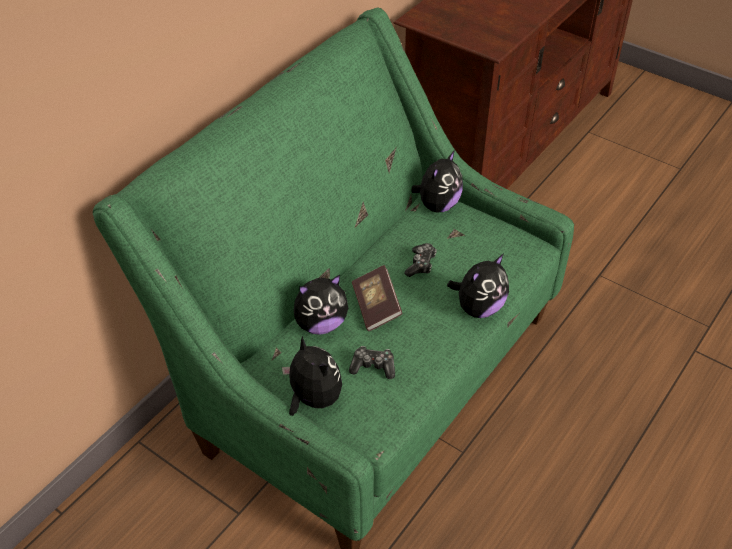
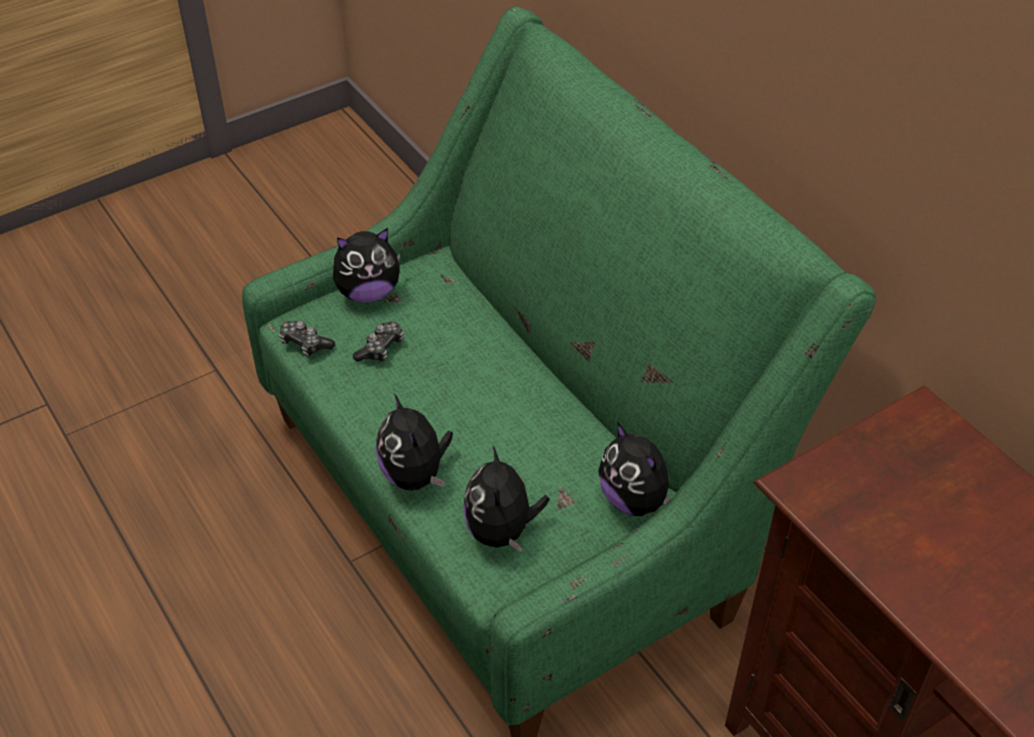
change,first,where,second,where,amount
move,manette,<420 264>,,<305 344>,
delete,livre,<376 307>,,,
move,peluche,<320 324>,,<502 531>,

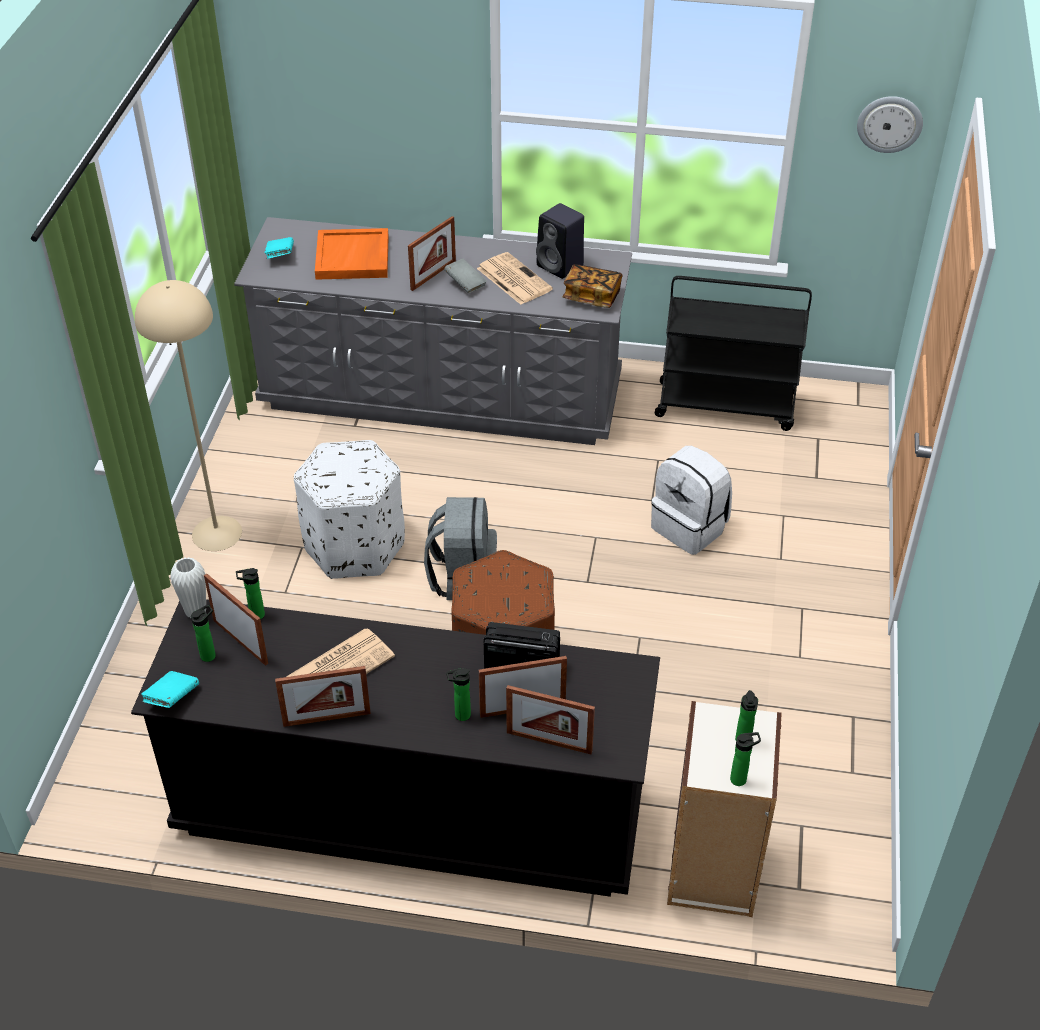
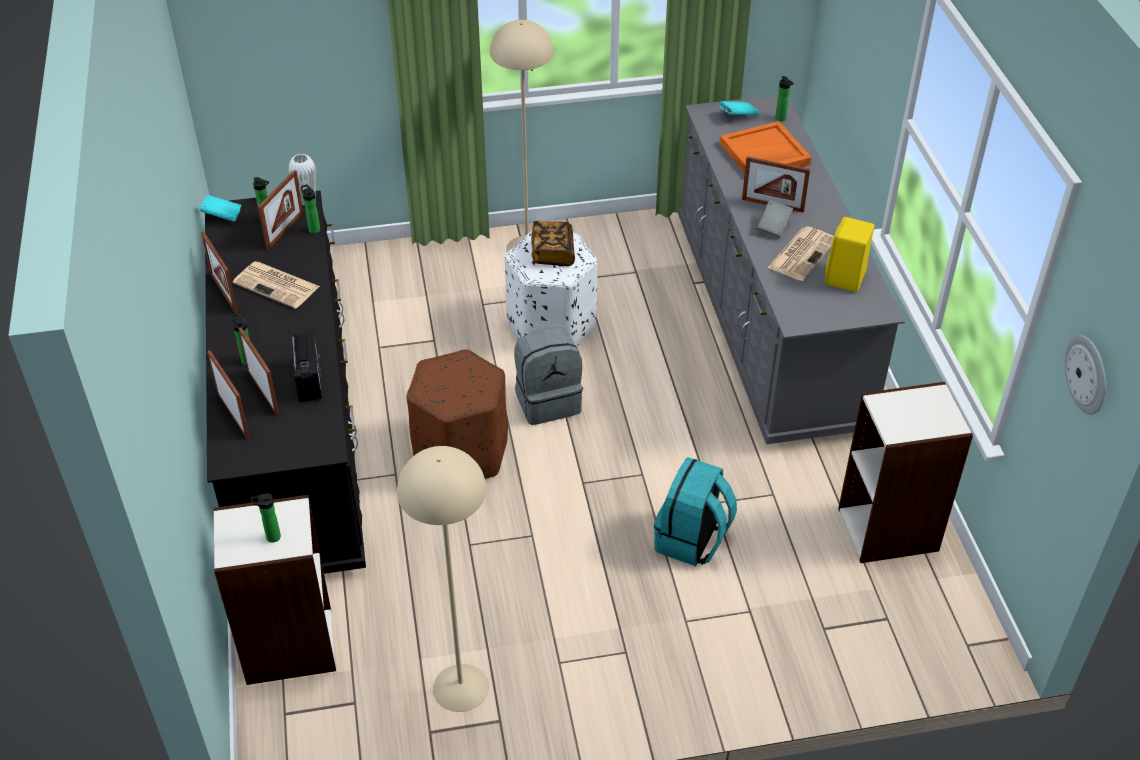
change,first,where,second,where,amount
recolor,enceinte (noir),<561 266>,enceinte (jaune),<845 279>,
move,livre,<592 296>,,<552 253>,
replace,chariot (noir),<726 405>,bibliothèque,<889 530>,
recolor,sac à dos (blanc),<690 527>,sac à dos (turquoise),<692 540>,
rotate,cadre photo,<549 742>,,<233 415>,150 degrees clockwise
move,bouteille,<741 779>,,<781 119>,
insert,,,lampadaire (beige),<460 688>,

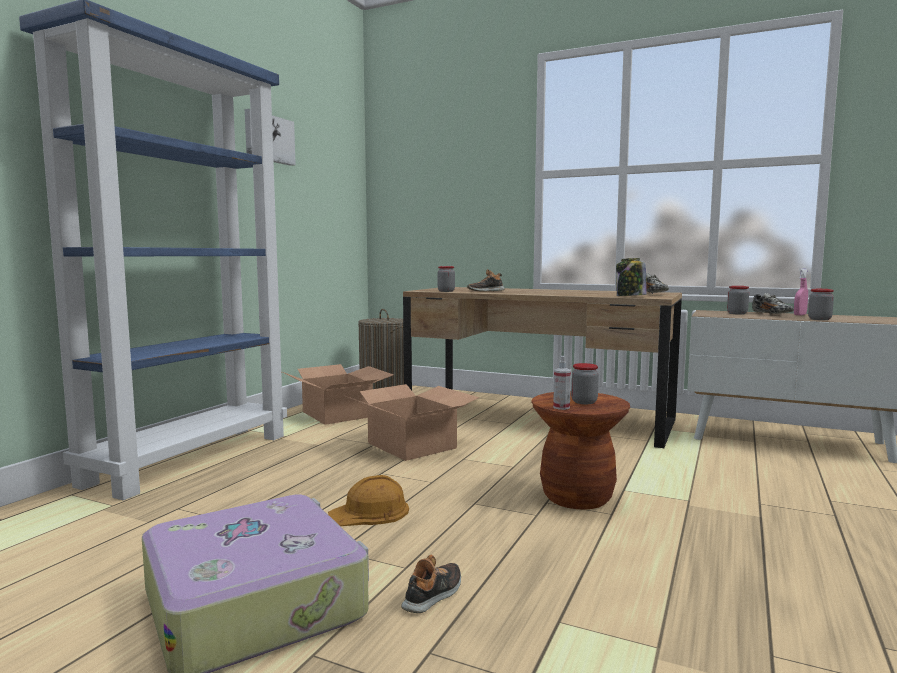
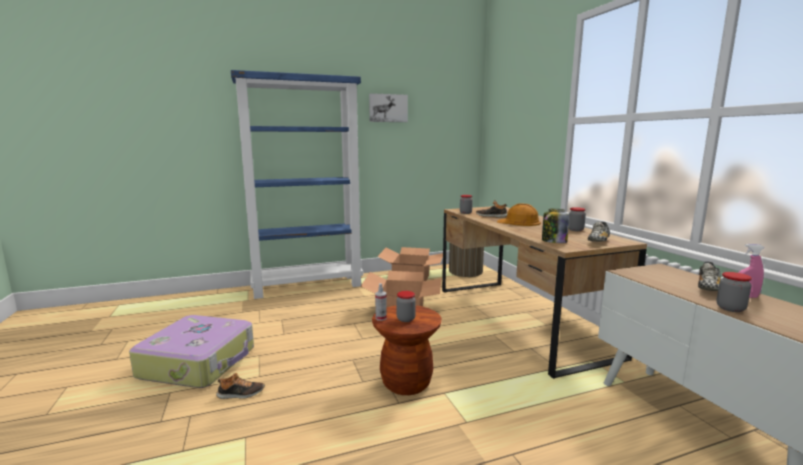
change,first,where,second,where,amount
move,bocal,<737 313>,,<575 230>,
move,casque de chantier (orange),<370 512>,,<519 222>,

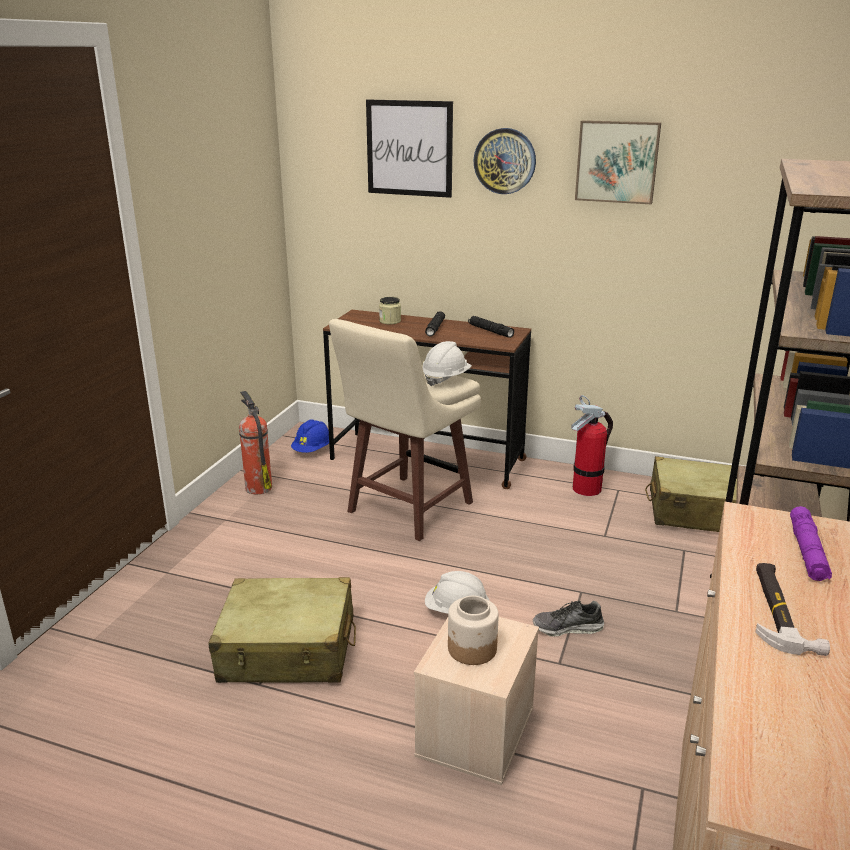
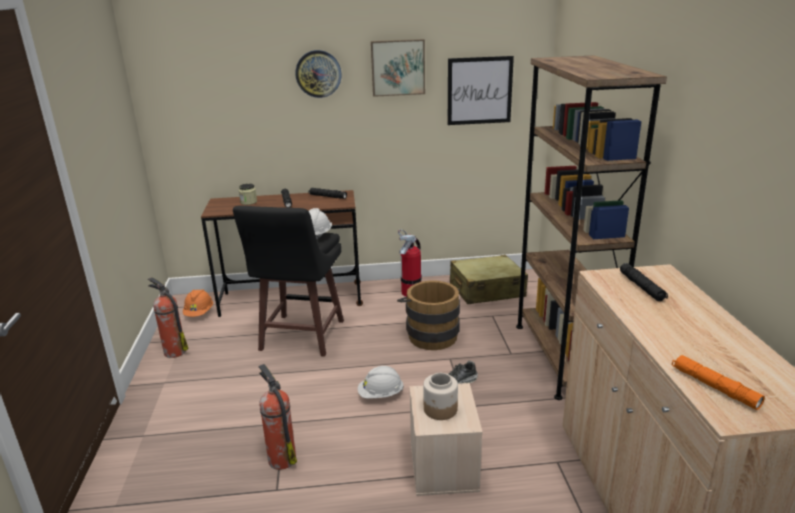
change,first,where,second,where,amount
move,tableau,<409 148>,,<479 90>,
recolor,tabouret (beige),<407 508>,tabouret (noir),<300 337>,
recolor,casque de chantier (bleu),<312 450>,casque de chantier (orange),<199 313>,
recolor,lampe de poche (violet),<807 551>,lampe de poche (noir),<641 287>,
delete,marteau,<779 611>,,,
replace,valise (beige),<288 649>,extincteur,<281 458>,
insert,,,seau (marron),<430 334>,
insert,,,lampe de poche (orange),<714 387>,

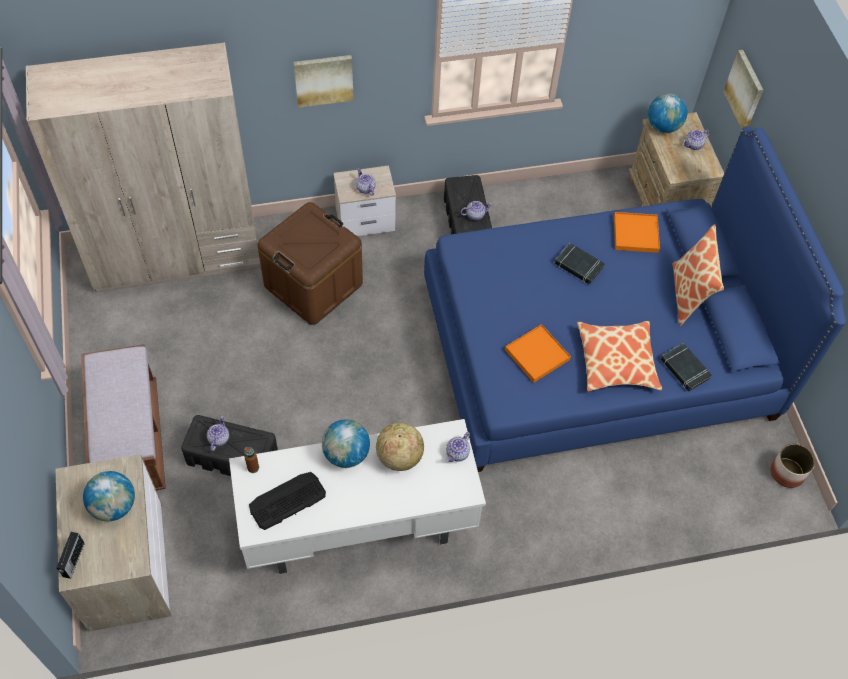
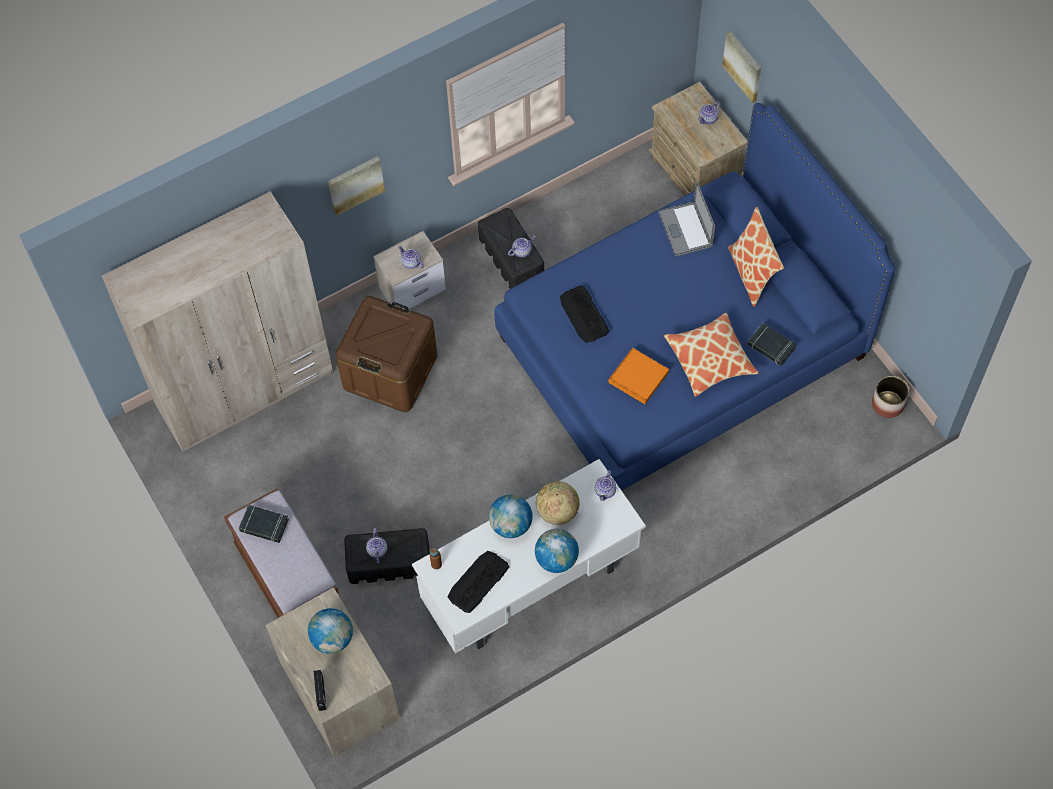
change,first,where,second,where,amount
move,globe,<663 126>,,<556 559>,
replace,plateau (orange),<636 234>,ordinateur portable,<685 229>,
move,livre (noir),<578 266>,,<264 525>,
insert,,,clavier,<584 315>,

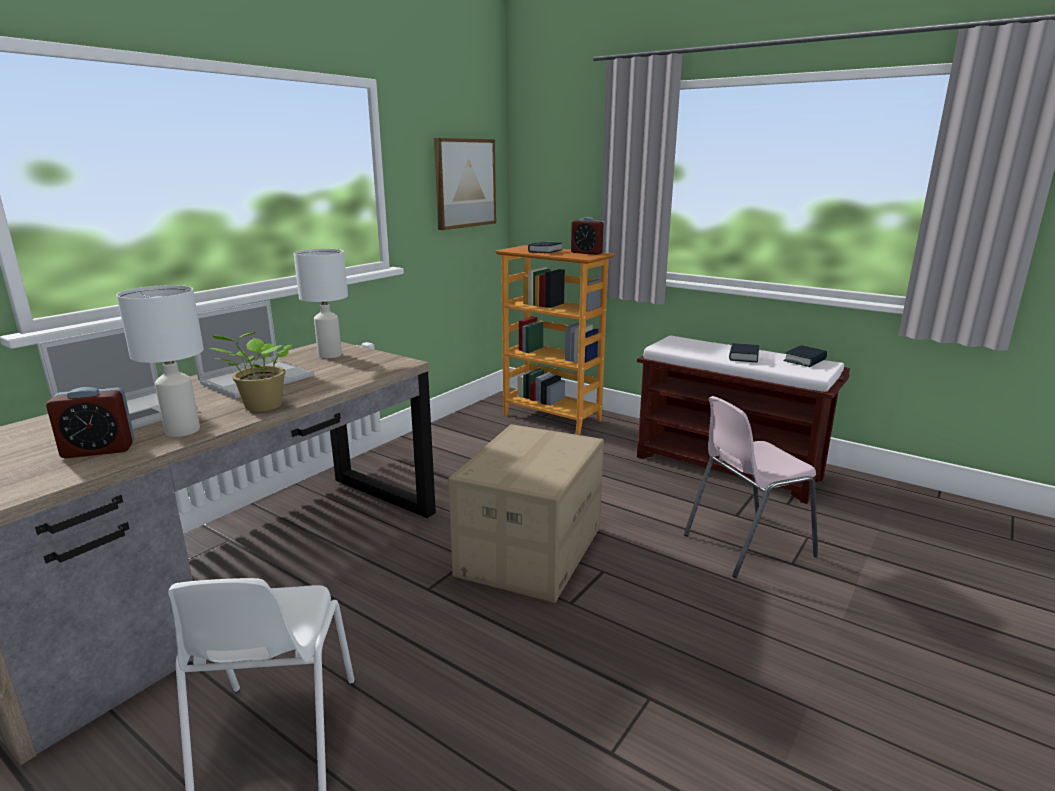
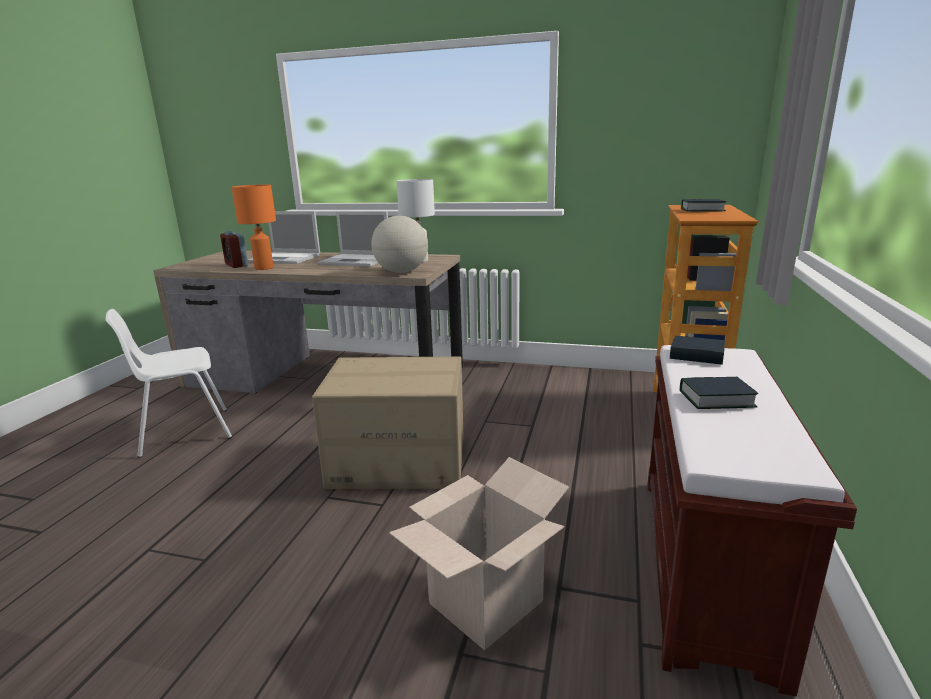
change,first,where,second,where,amount
delete,tableau,<464 183>,,,
delete,réveil,<587 253>,,,
recolor,lampe de table (blanc),<181 431>,lampe de table (orange),<264 268>,
delete,plante en pot,<261 407>,,,
move,livre,<805 360>,,<696 356>,
replace,chaise (rose),<746 544>,carton,<485 602>,
insert,,,globe,<401 272>,

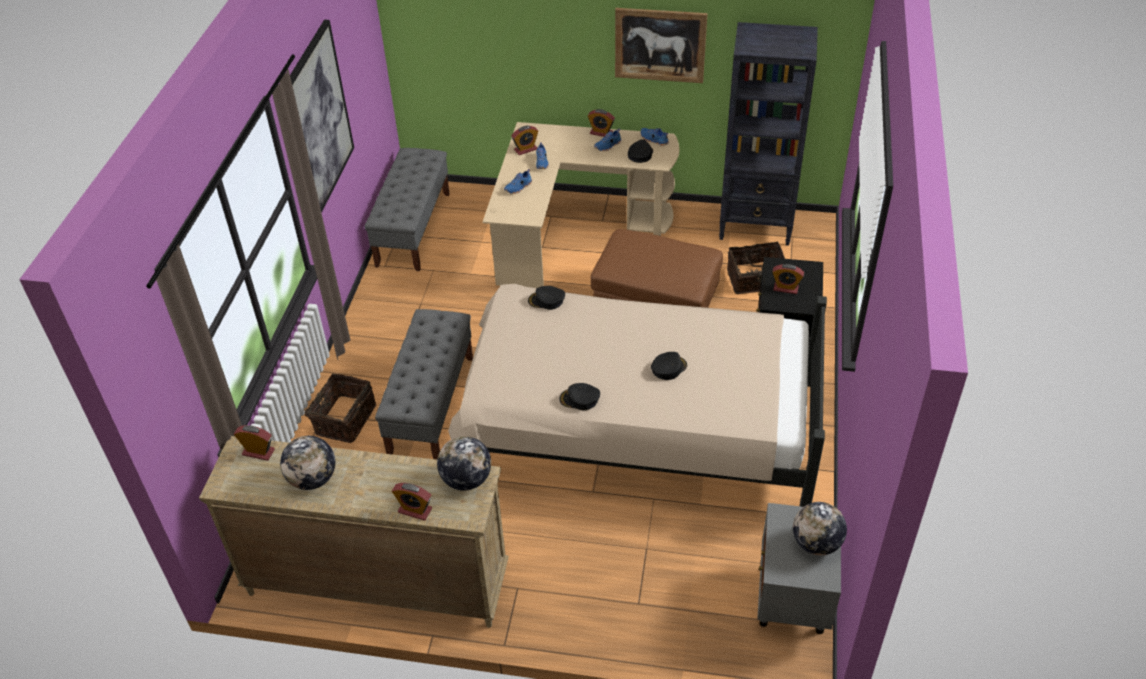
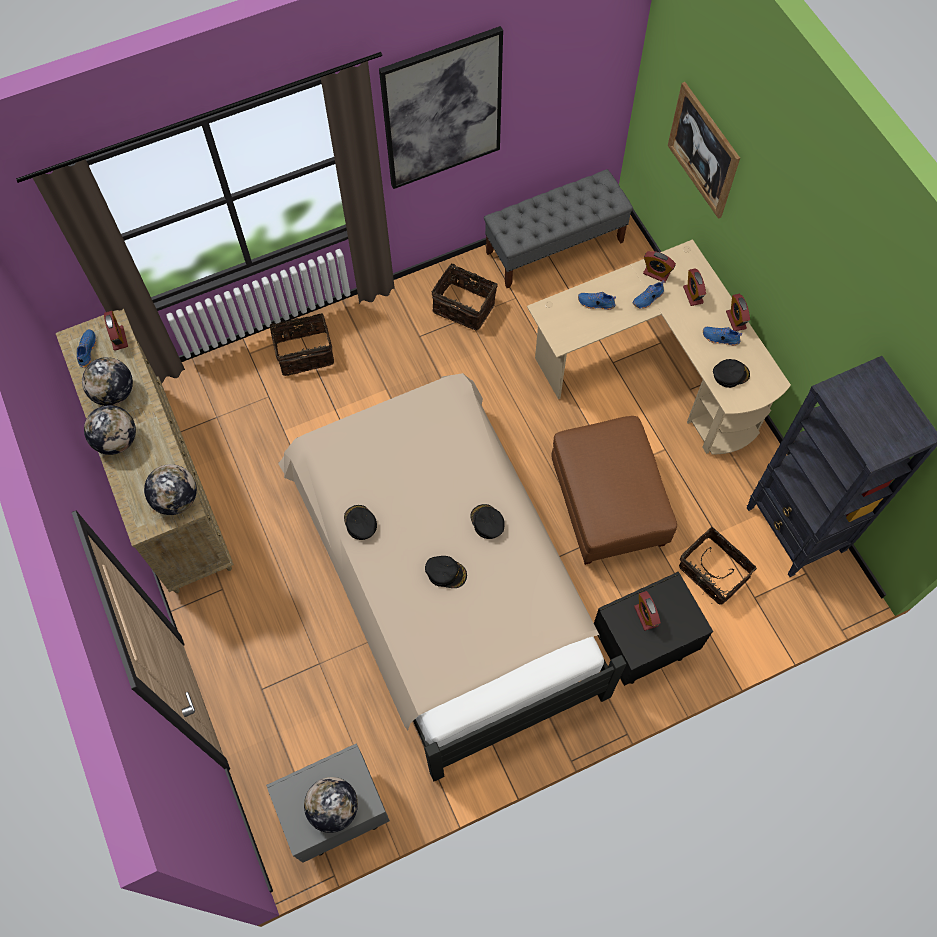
change,first,where,second,where,amount
move,tableau,<660 45>,,<703 150>,
move,chaussure (bleu),<654 140>,,<86 350>,
move,casquette (noir),<546 300>,,<487 522>,
delete,banc (gris),<431 406>,,,
move,réveil,<415 510>,,<693 295>,
insert,,,panier,<464 306>,
insert,,,globe,<117 440>,

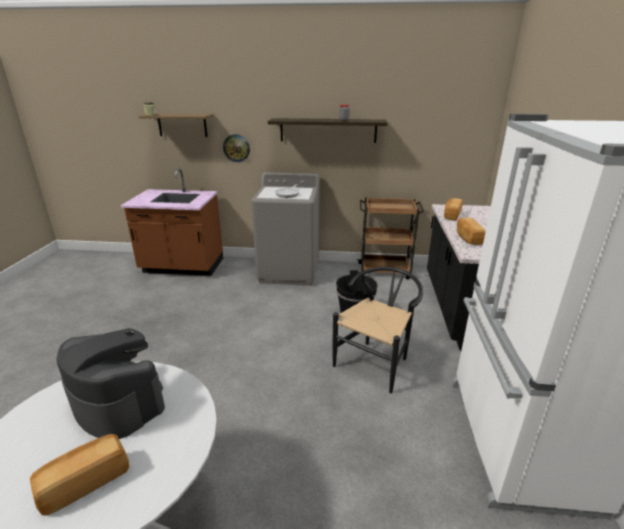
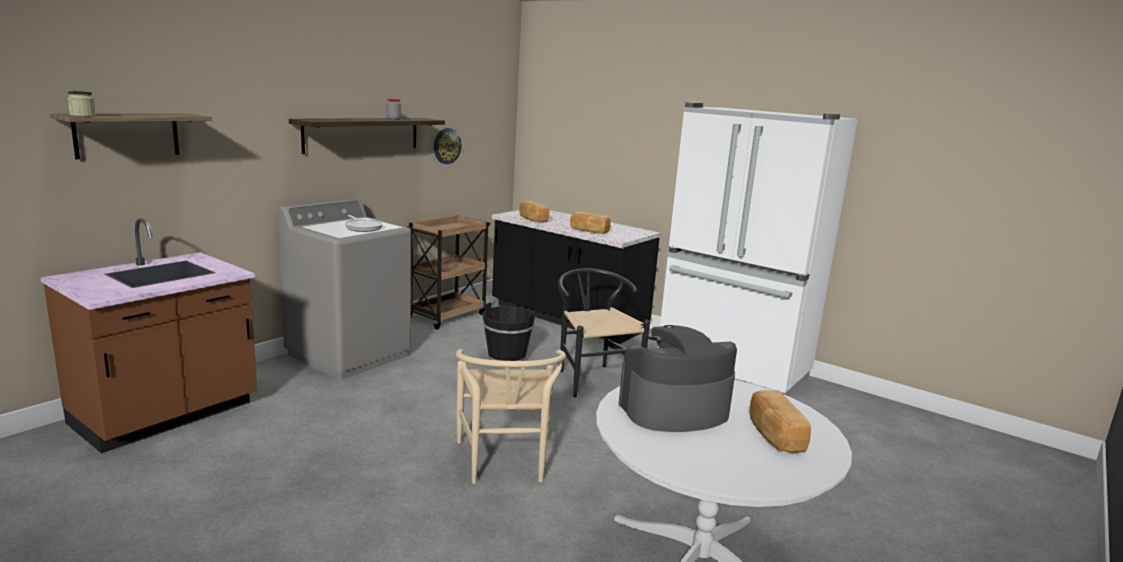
change,first,where,second,where,amount
move,horloge murale,<236 148>,,<446 146>,
insert,,,chaise (beige),<505 465>,

